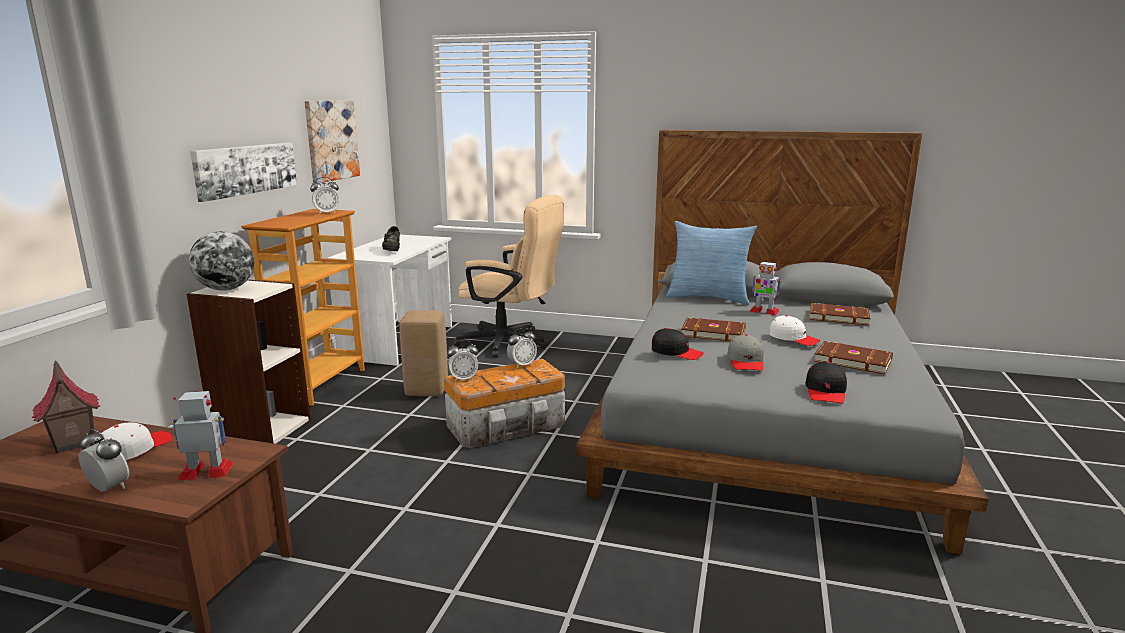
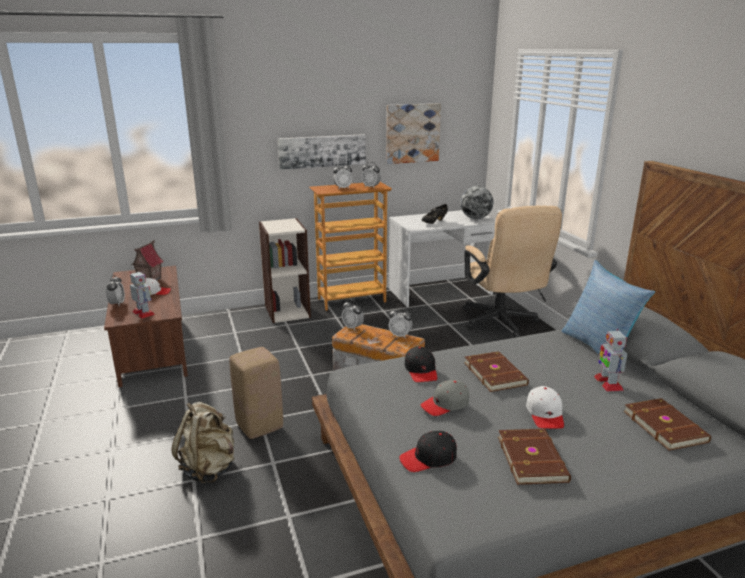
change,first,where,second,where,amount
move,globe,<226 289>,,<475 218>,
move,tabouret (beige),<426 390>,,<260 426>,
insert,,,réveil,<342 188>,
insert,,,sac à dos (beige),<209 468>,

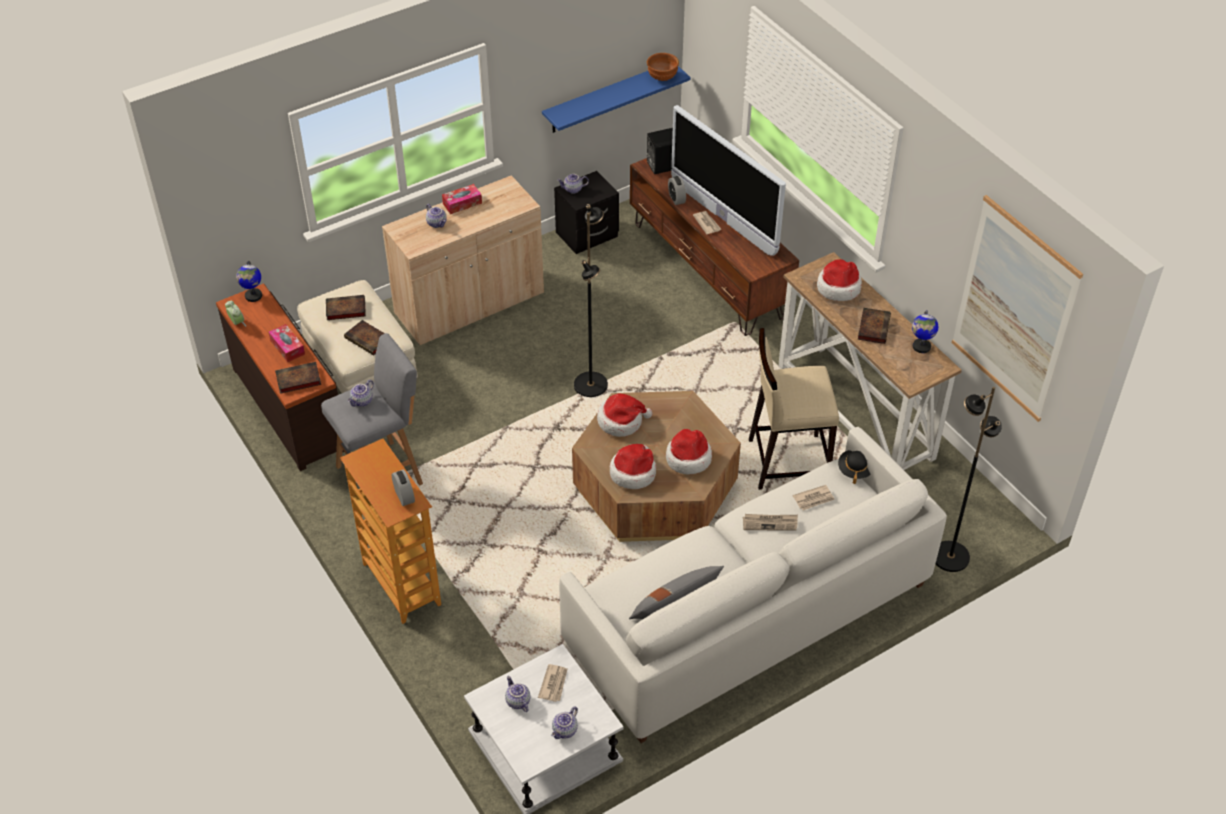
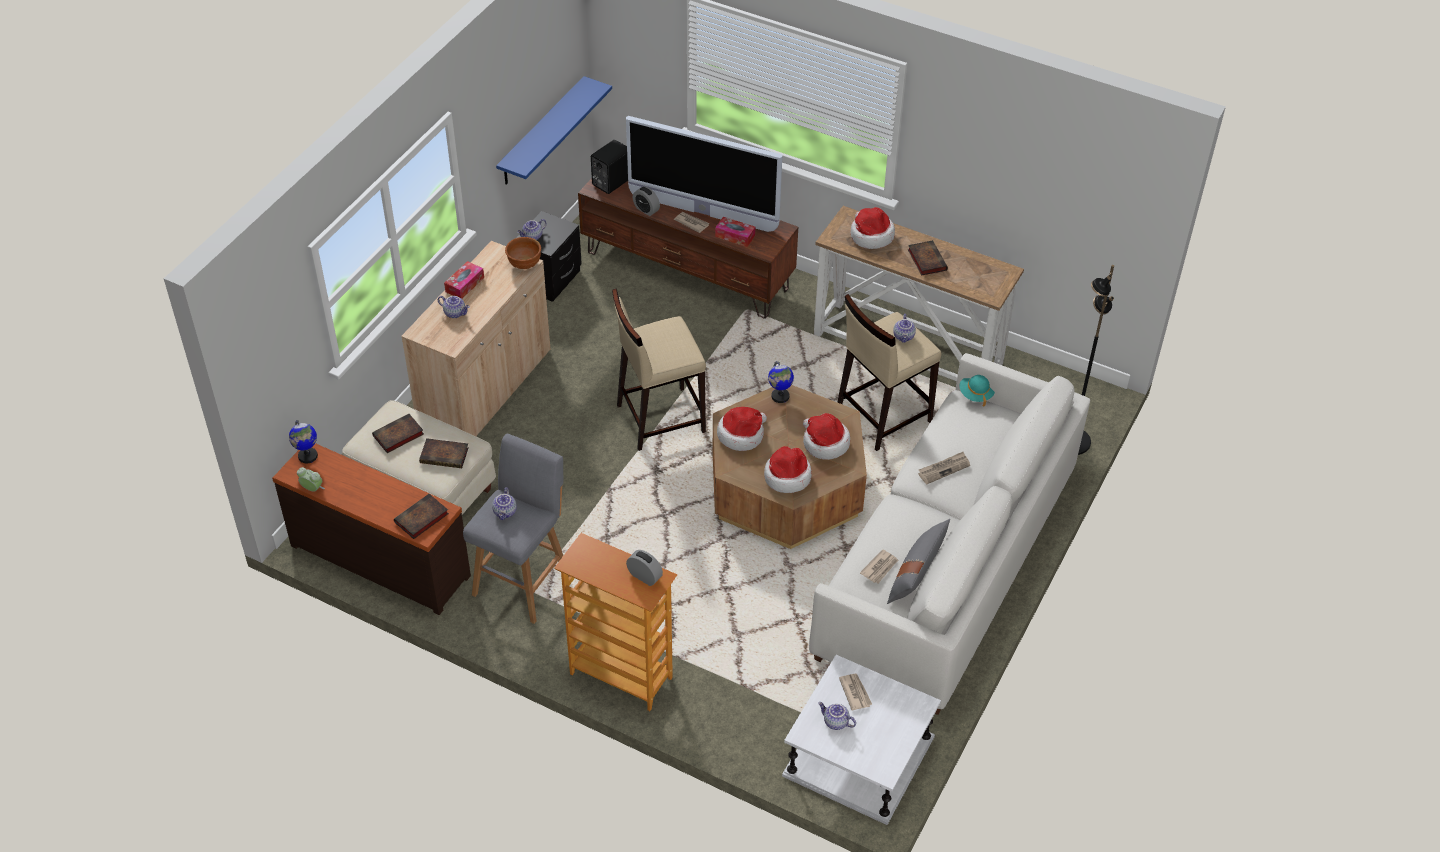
change,first,where,second,where,amount
move,bol (marron),<662 77>,,<524 264>,
delete,tableau,<1014 310>,,,
replace,lampadaire (noir),<591 385>,tabouret (beige),<659 418>,
move,globe,<921 347>,,<780 396>,
move,boîte à mouchoirs,<287 347>,,<735 236>,
recolor,chapeau (noir),<854 470>,chapeau (turquoise),<976 394>,
move,journal,<814 499>,,<880 568>,
move,théière,<565 731>,,<904 336>,

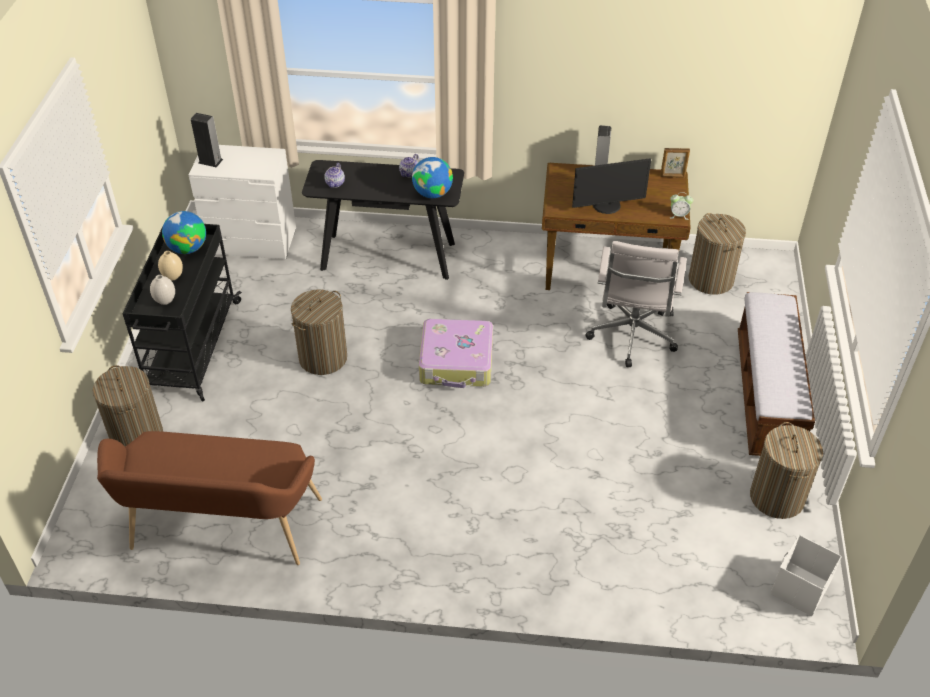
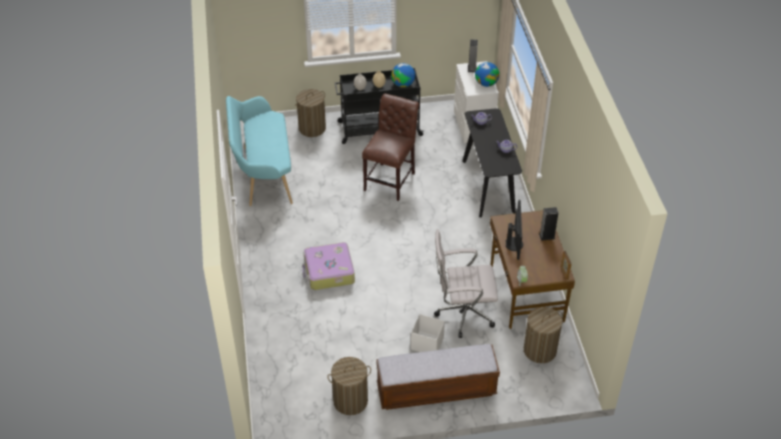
change,first,where,second,where,amount
move,globe,<432 193>,,<486 83>,
rotate,écran d'ordinateur,<607 206>,,<515 244>,150 degrees counterclockwise
replace,panier à linge,<323 358>,chaise (marron),<391 179>,
move,valise,<457 362>,,<328 272>,
recolor,banc (marron),<221 530>,banc (turquoise),<263 174>,
move,boîte de rangement (blanc),<799 589>,,<426 343>,

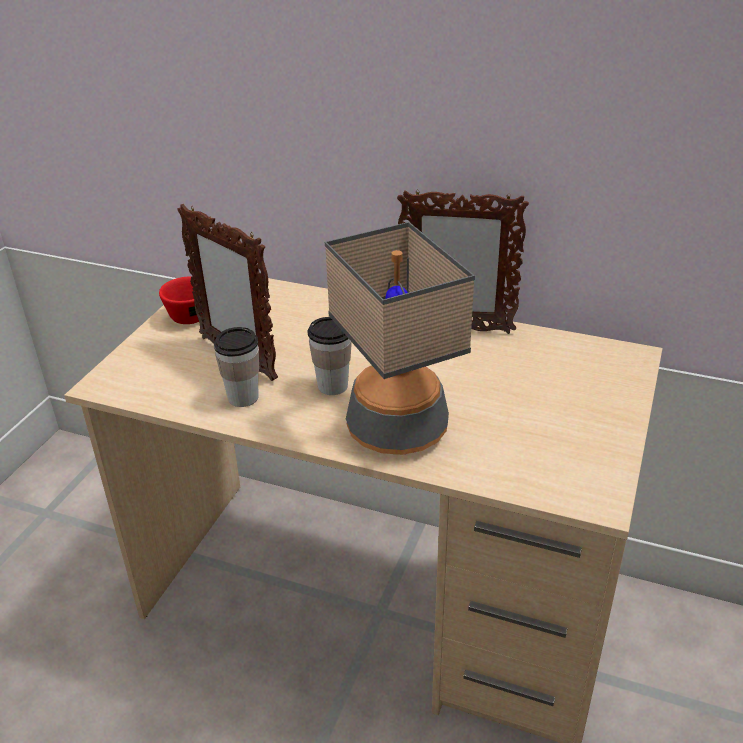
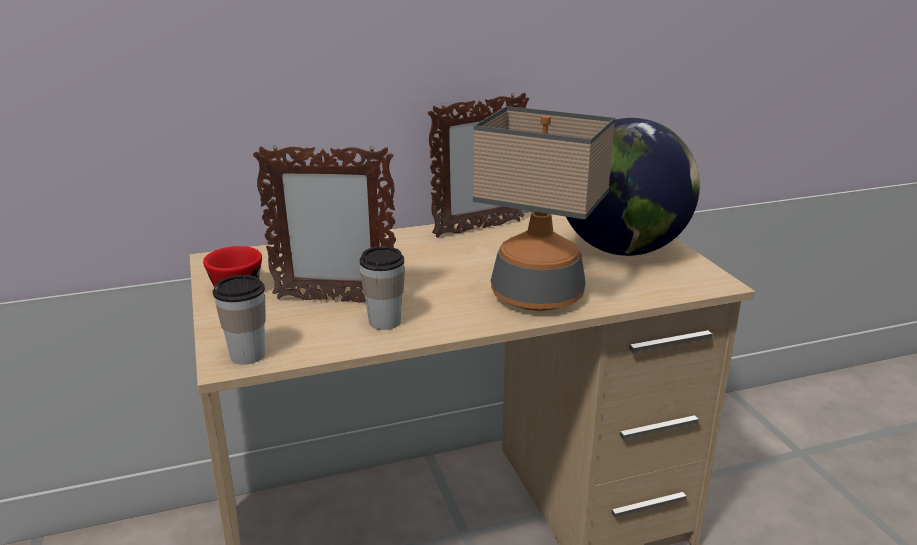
change,first,where,second,where,amount
move,tasse,<332 386>,,<247 355>,
insert,,,globe,<623 249>,

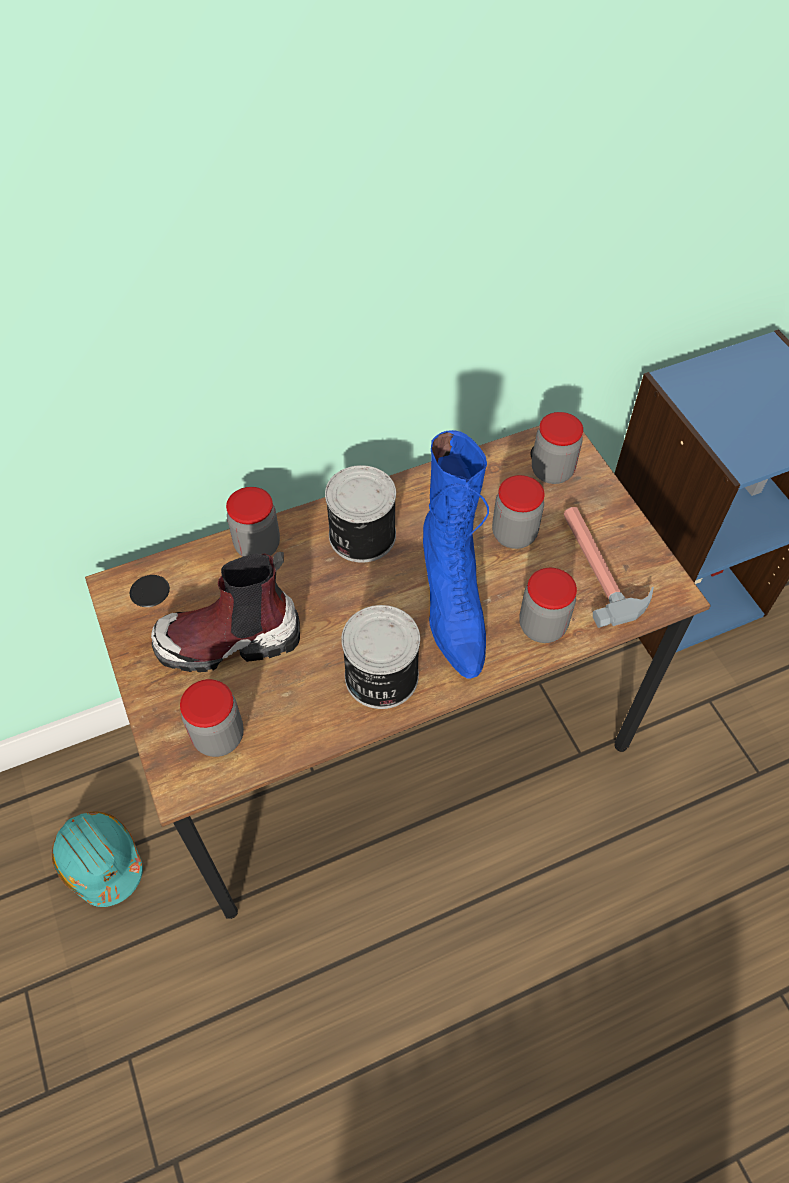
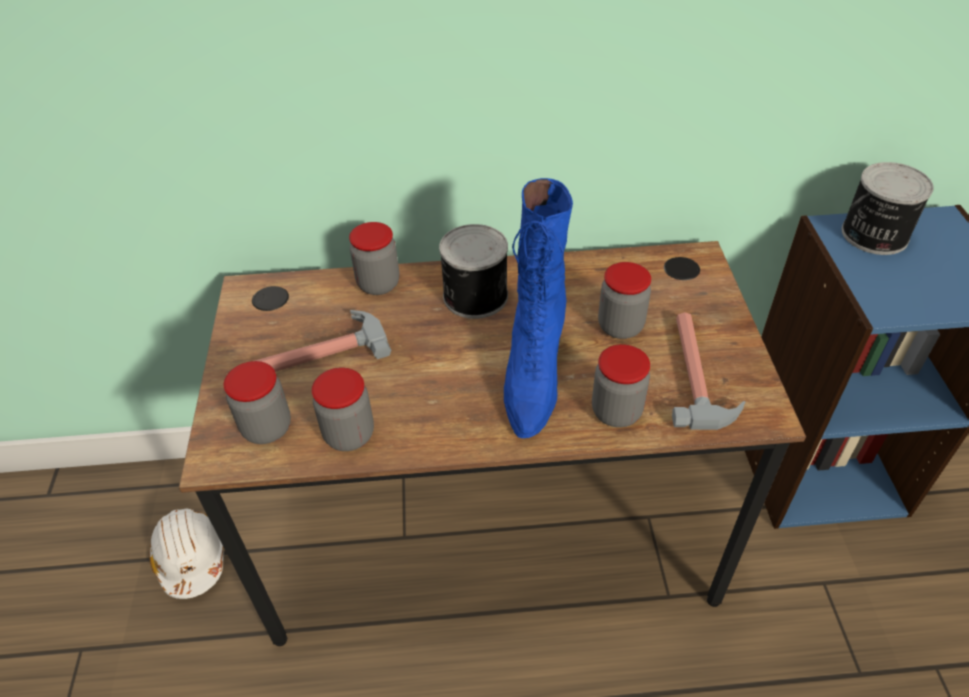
change,first,where,second,where,amount
move,bocal,<552 471>,,<349 435>,
replace,botte,<229 641>,marteau,<316 353>,
move,boîte métallique,<380 677>,,<873 235>,
recolor,casque de chantier (turquoise),<100 860>,casque de chantier (blanc),<191 558>,

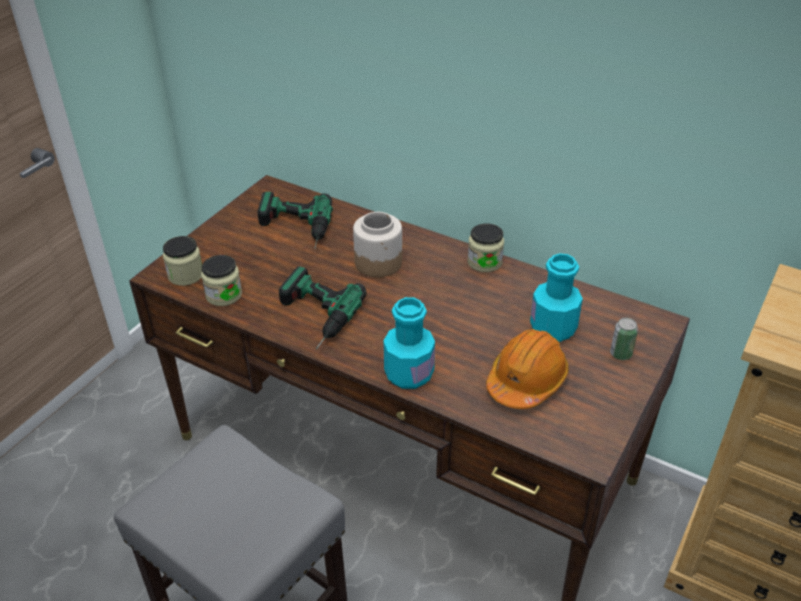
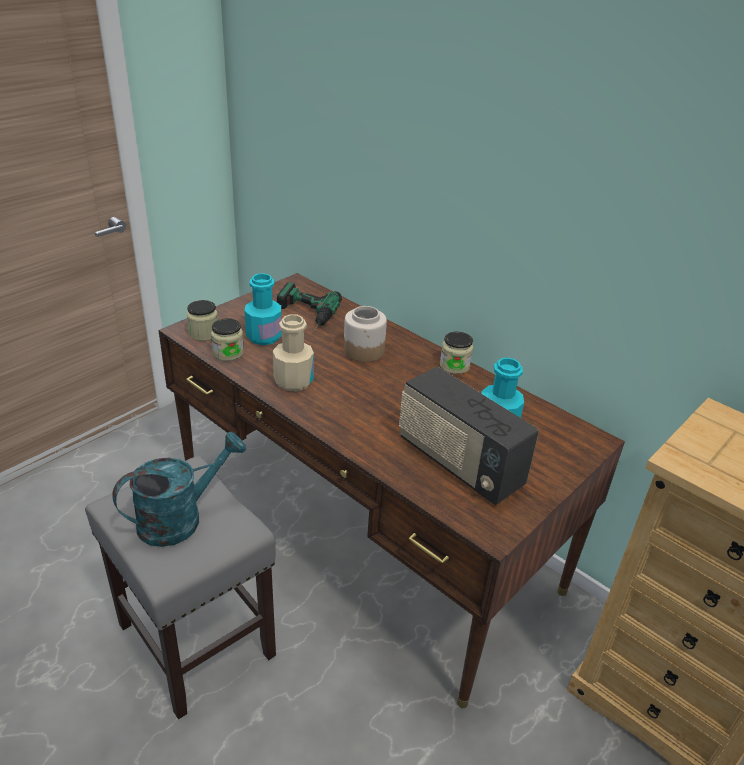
change,first,where,second,where,amount
replace,perceuse,<312 316>,bouteille (beige),<293 381>,
move,bouteille (turquoise),<409 373>,,<264 336>,
delete,boîte métallique,<620 354>,,,
replace,casque de chantier (orange),<526 381>,radio,<458 463>,
insert,,,arrosoir (turquoise),<180 518>,

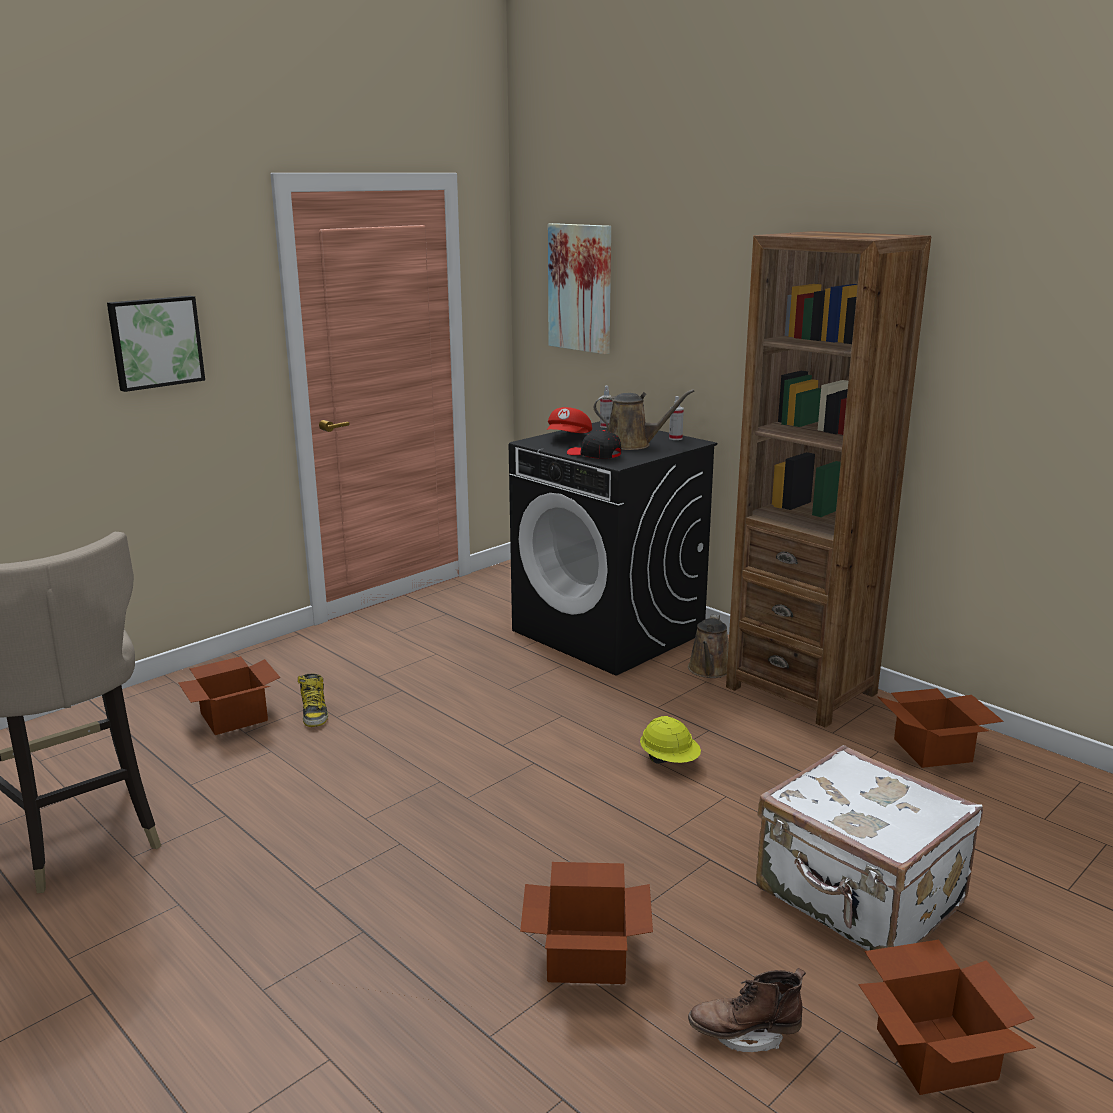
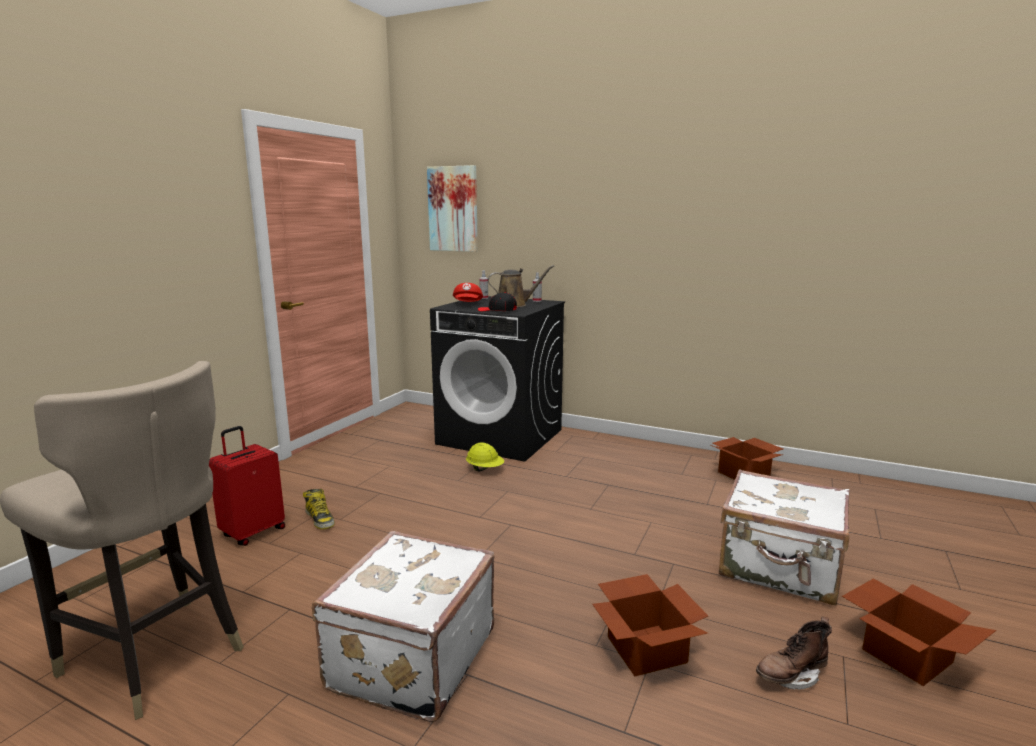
change,first,where,second,where,amount
delete,bibliothèque (marron),<801 690>,,,
delete,tableau,<155 342>,,,
delete,arrosoir (marron),<709 670>,,,
replace,carton,<234 716>,valise (rouge),<253 532>,
move,casque de chantier (jaune),<669 761>,,<485 469>,
insert,,,valise (blanc),<409 658>,

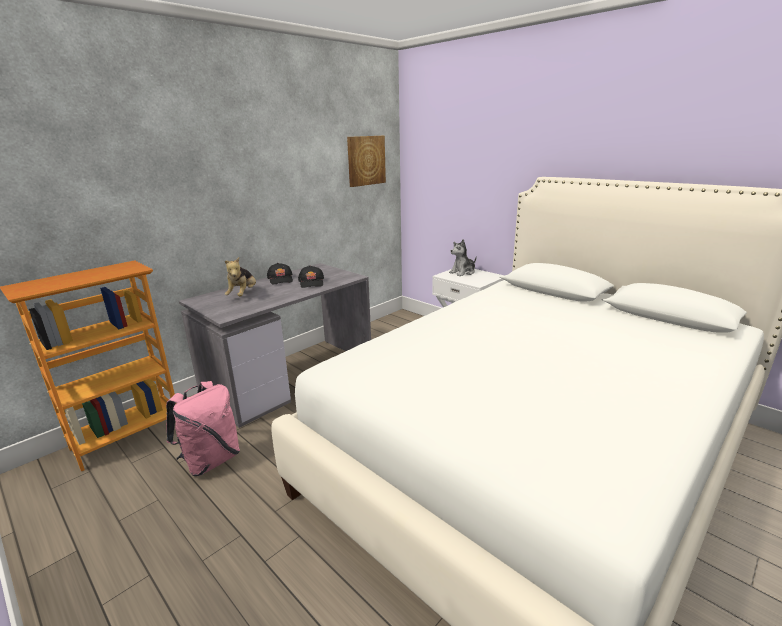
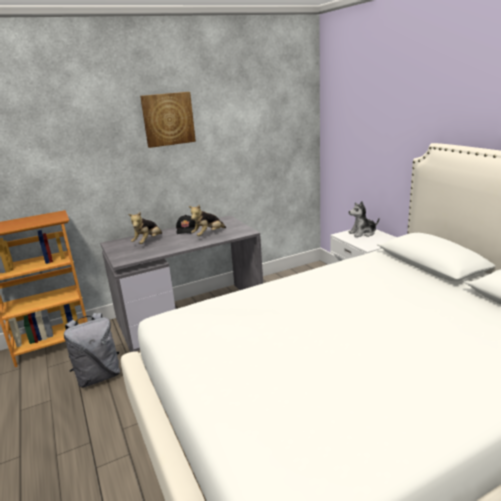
change,first,where,second,where,amount
move,tableau,<365 160>,,<168 119>,
replace,casquette (noir),<311 282>,peluche,<208 235>,
recolor,sac à dos (rose),<211 460>,sac à dos (gris),<99 376>,

